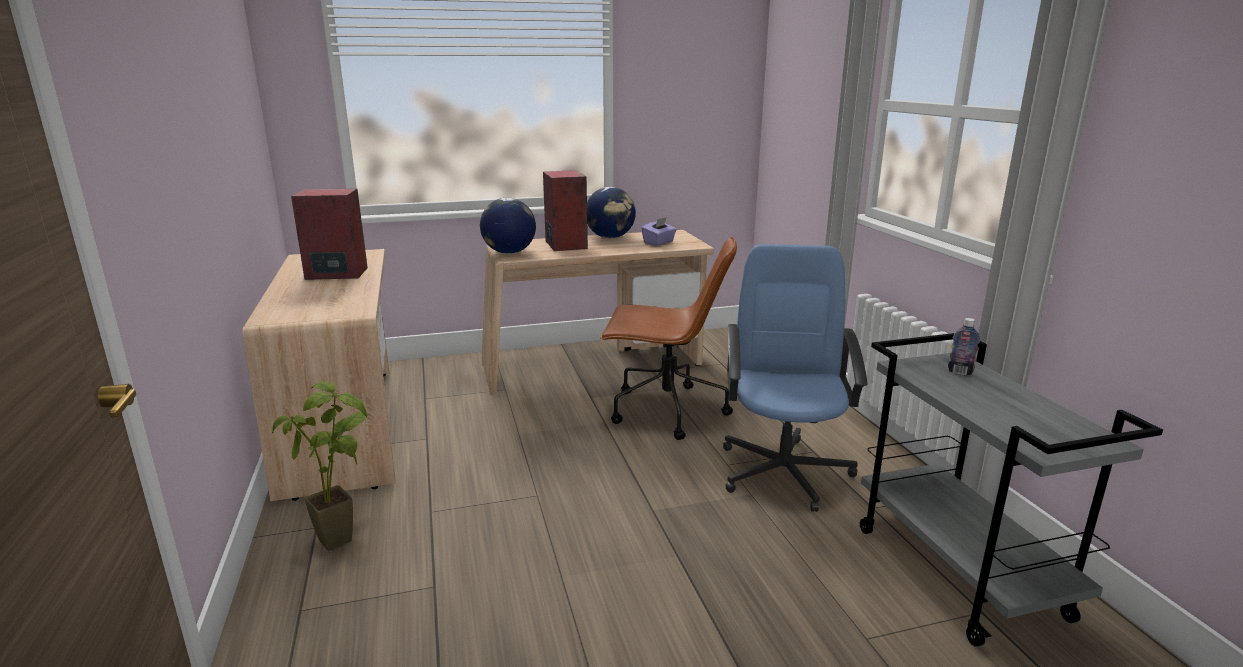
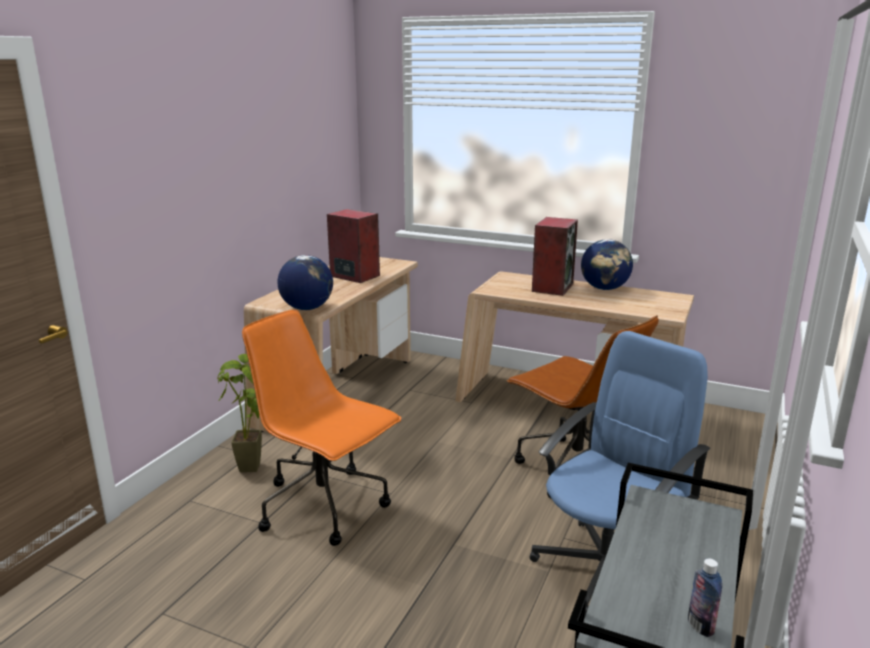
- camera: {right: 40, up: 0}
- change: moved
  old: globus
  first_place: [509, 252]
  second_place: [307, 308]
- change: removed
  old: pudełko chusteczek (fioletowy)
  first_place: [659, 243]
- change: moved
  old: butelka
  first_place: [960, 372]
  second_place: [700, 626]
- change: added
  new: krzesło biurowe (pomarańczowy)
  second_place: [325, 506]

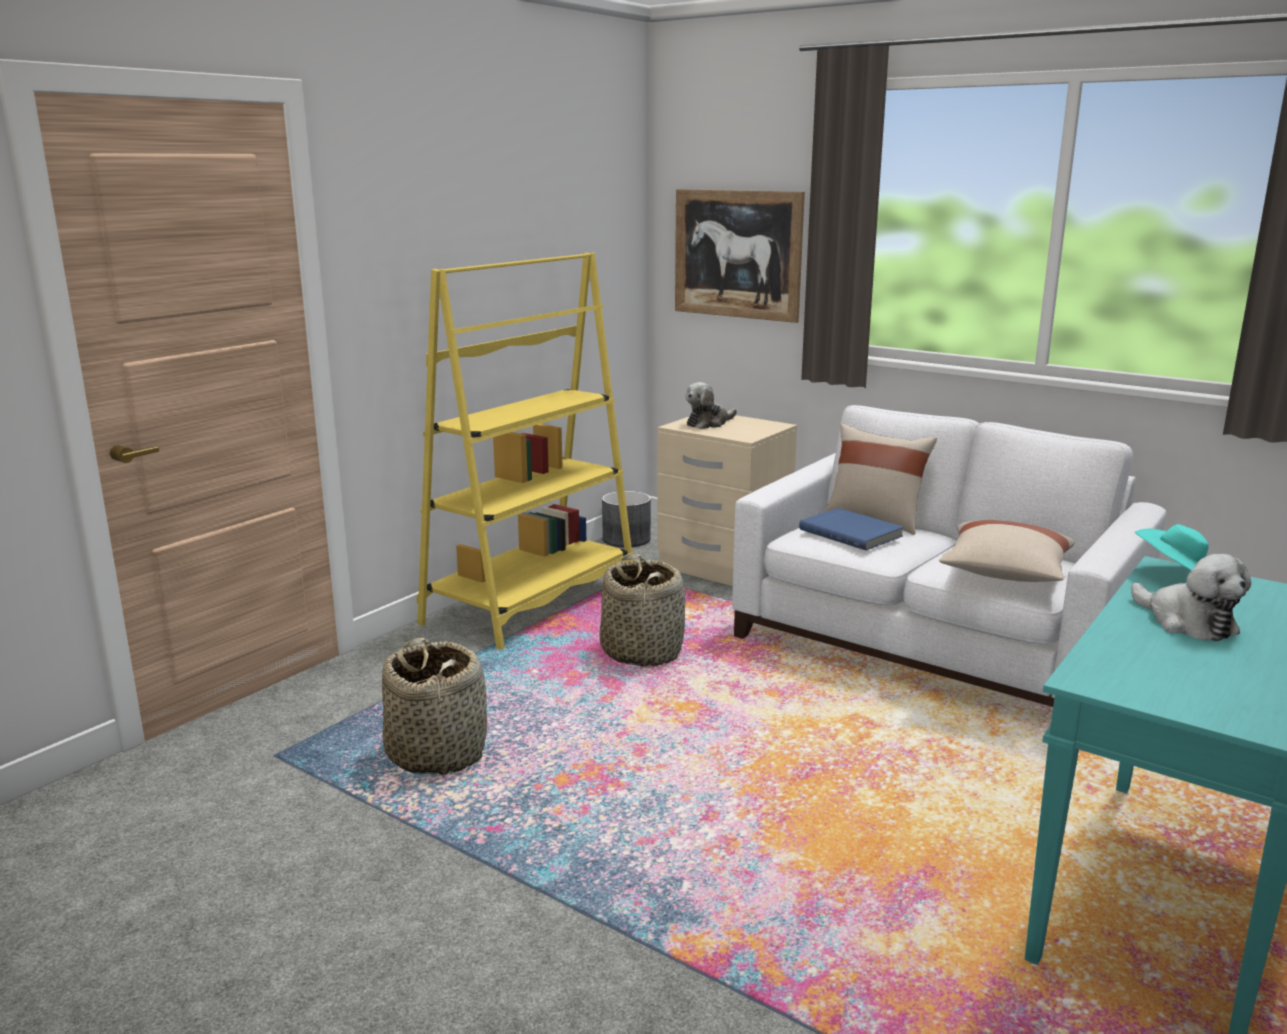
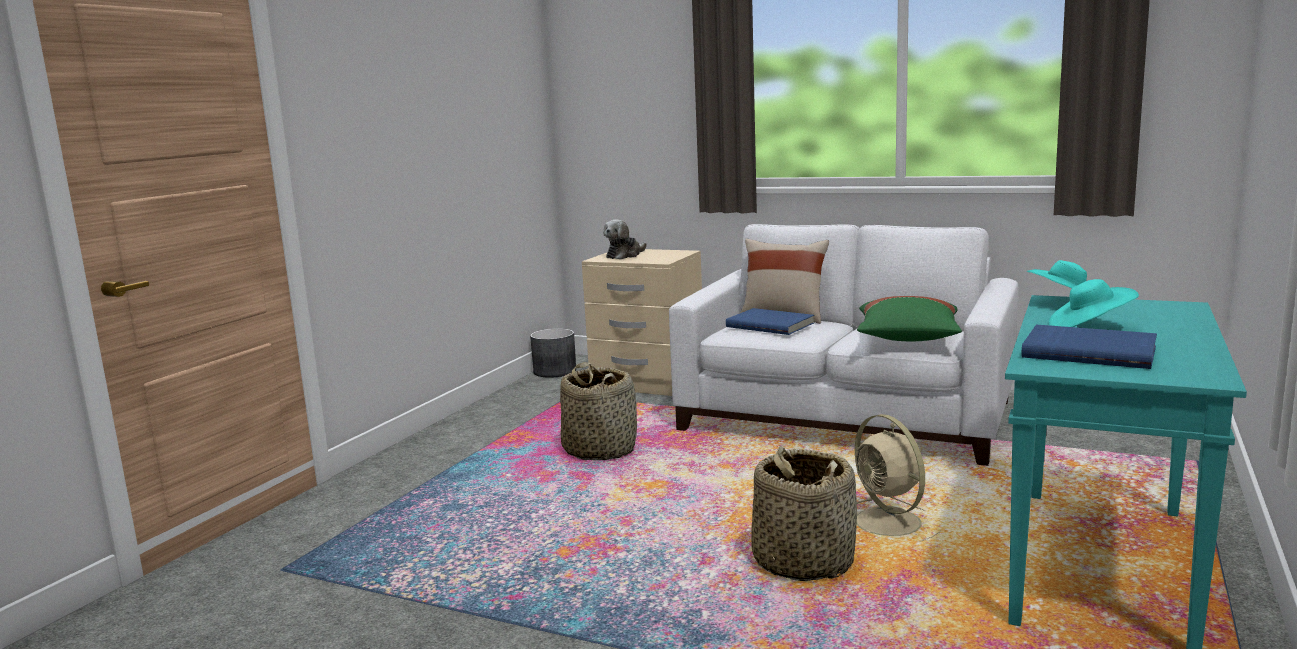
- camera: {right: -10, up: -5}
- change: removed
  old: obraz
  first_place: [737, 254]
- change: removed
  old: regał (żółty)
  first_place: [532, 602]
- change: recoloured
  old: poduszka (beżowy)
  new: poduszka (zielony)
  first_place: [1004, 574]
  second_place: [907, 339]
- change: replaced
  old: pluszak
  new: kapelusz (turkusowy)
  first_place: [1187, 622]
  second_place: [1089, 327]
- change: moved
  old: koszyk
  first_place: [437, 752]
  second_place: [802, 561]
- change: added
  new: książka (niebieski)
  second_place: [1089, 351]
- change: added
  new: wentylator (beżowy)
  second_place: [890, 524]

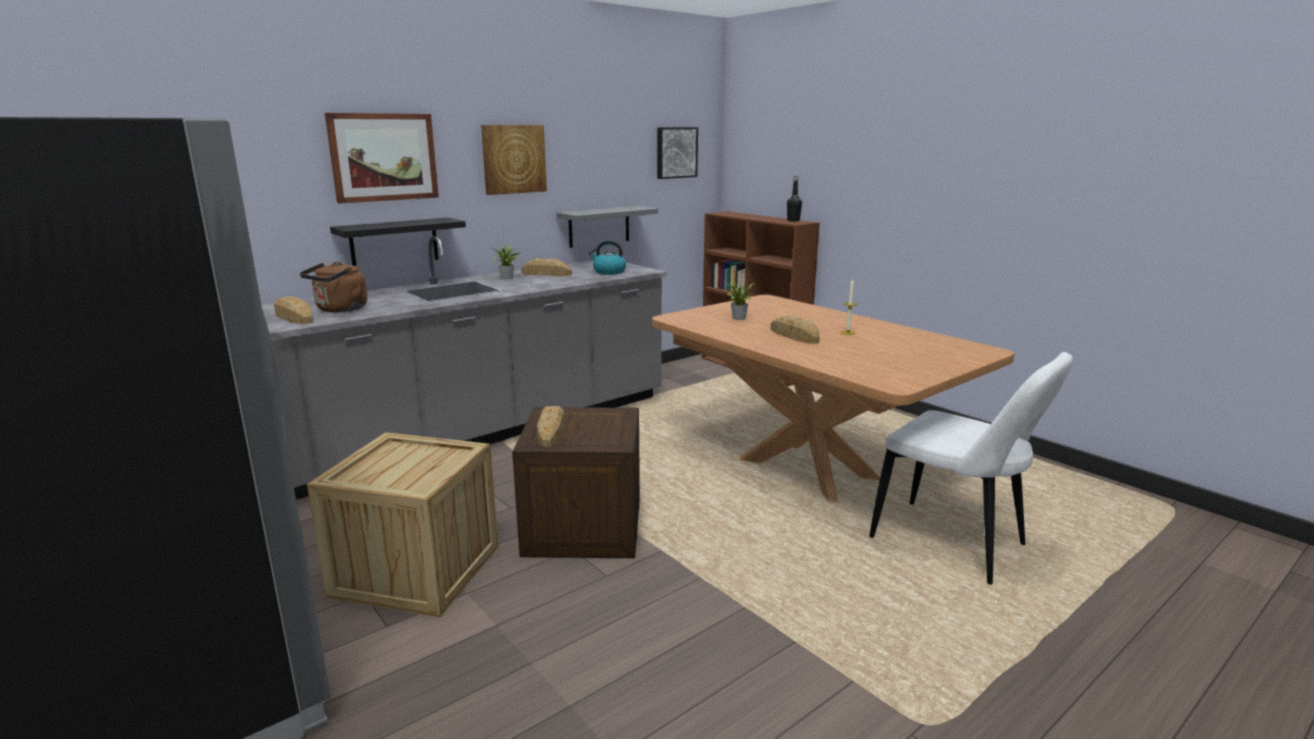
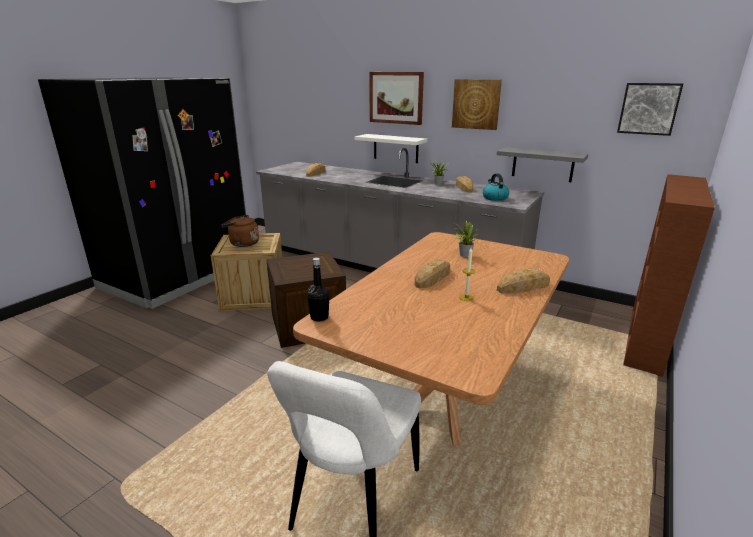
- camera: {right: 70, up: 5}
- change: moved
  old: butelka (czarny)
  first_place: [793, 221]
  second_place: [319, 317]
- change: recoloured
  old: półka (czarny)
  new: półka (biały)
  first_place: [394, 243]
  second_place: [395, 148]
- change: moved
  old: czajnik (brązowy)
  first_place: [340, 310]
  second_place: [242, 243]
- change: moved
  old: chleb
  first_place: [551, 431]
  second_place: [523, 287]

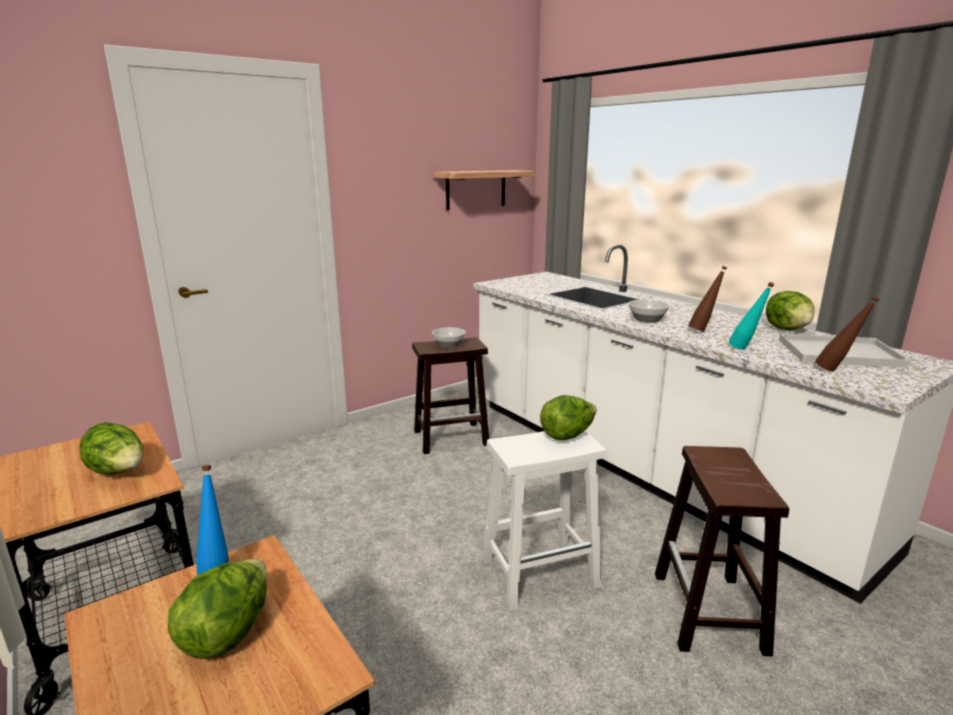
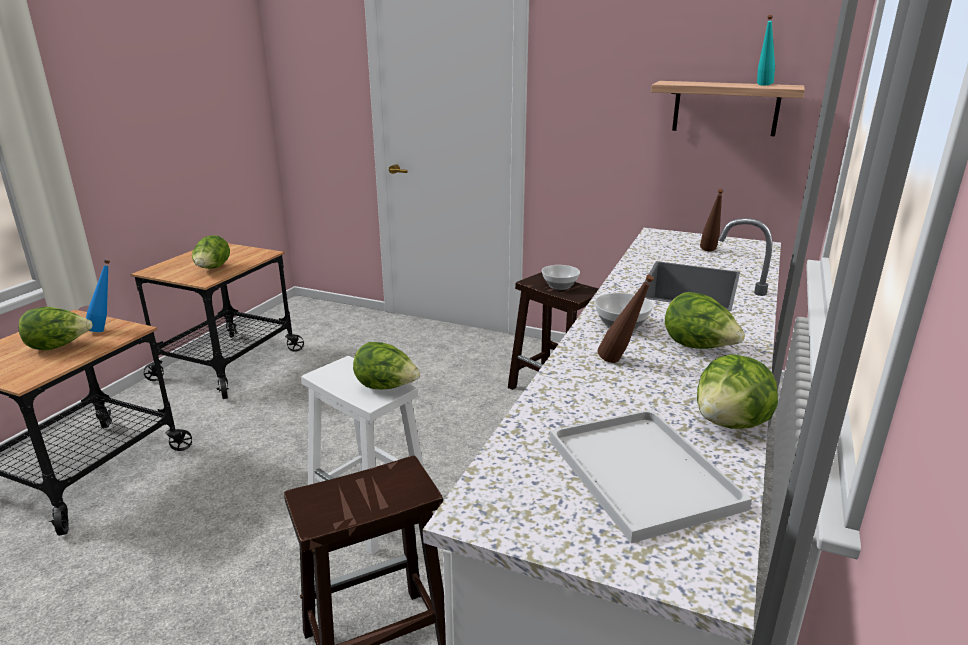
- camera: {right: 60, up: 5}
- change: moved
  old: butelka (turkusowy)
  first_place: [745, 350]
  second_place: [762, 85]
- change: moved
  old: butelka (brązowy)
  first_place: [837, 371]
  second_place: [709, 252]
- change: added
  new: sałata
  second_place: [699, 347]

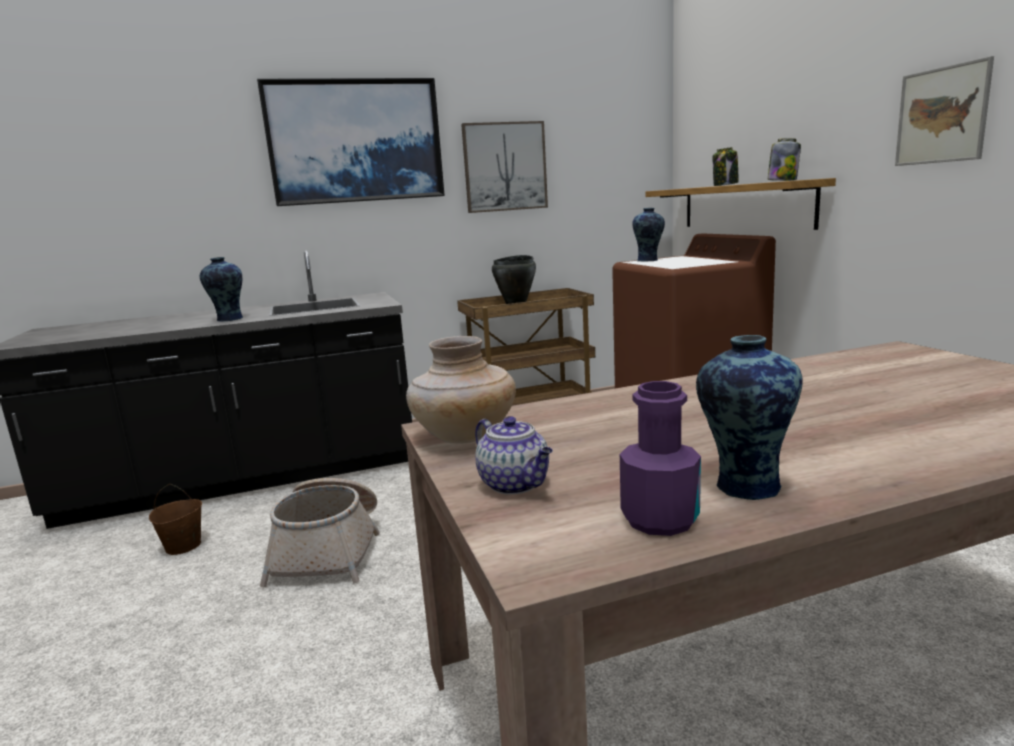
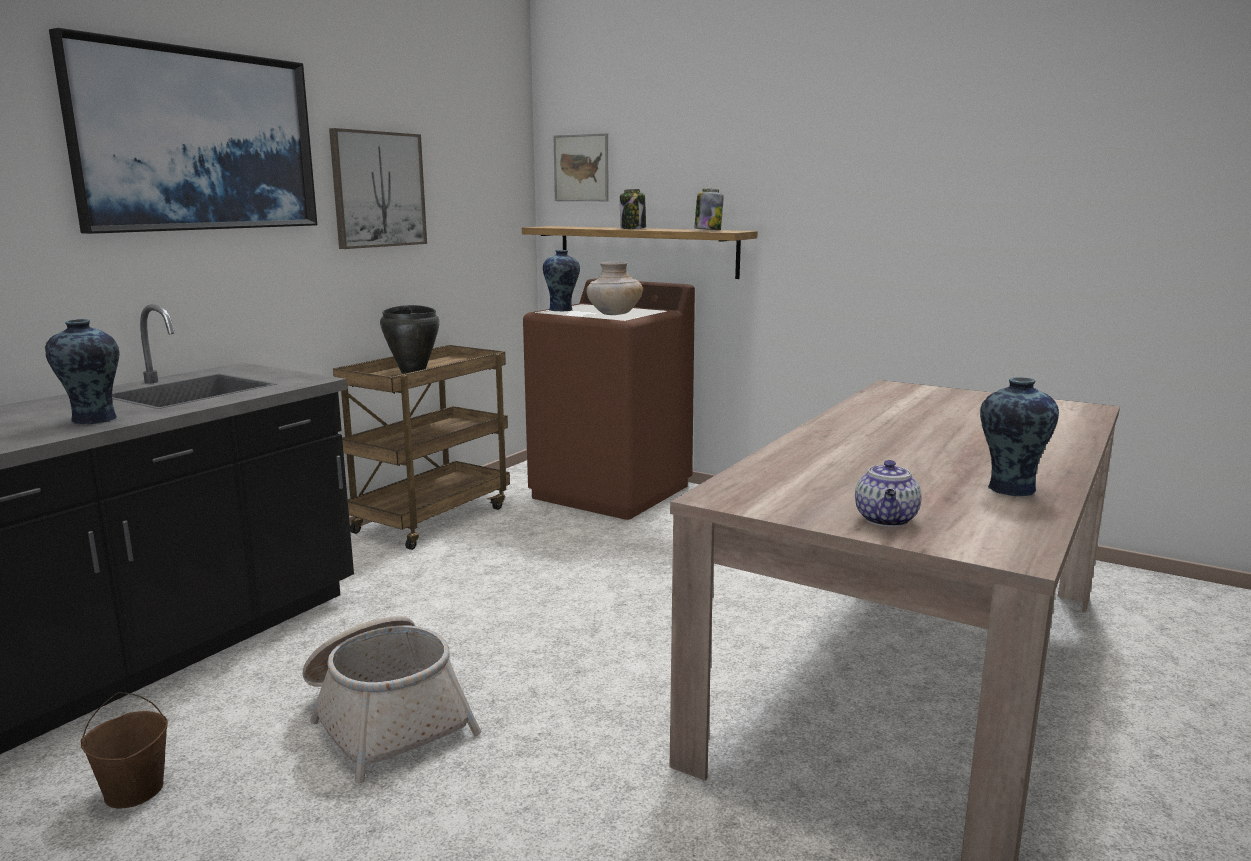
- camera: {right: -40, up: 0}
- change: moved
  old: obraz
  first_place: [942, 115]
  second_place: [581, 168]
- change: moved
  old: wazon (beżowy)
  first_place: [464, 436]
  second_place: [614, 314]
- change: removed
  old: butelka (fioletowy)
  first_place: [659, 519]
- change: turned
  old: imbryk
  first_place: [516, 484]
  second_place: [886, 520]
  degrees: 90

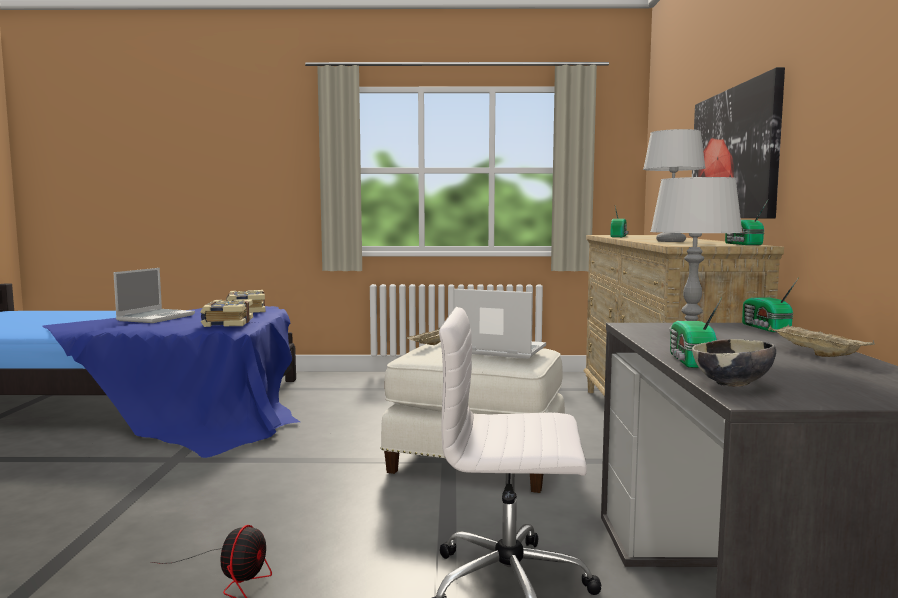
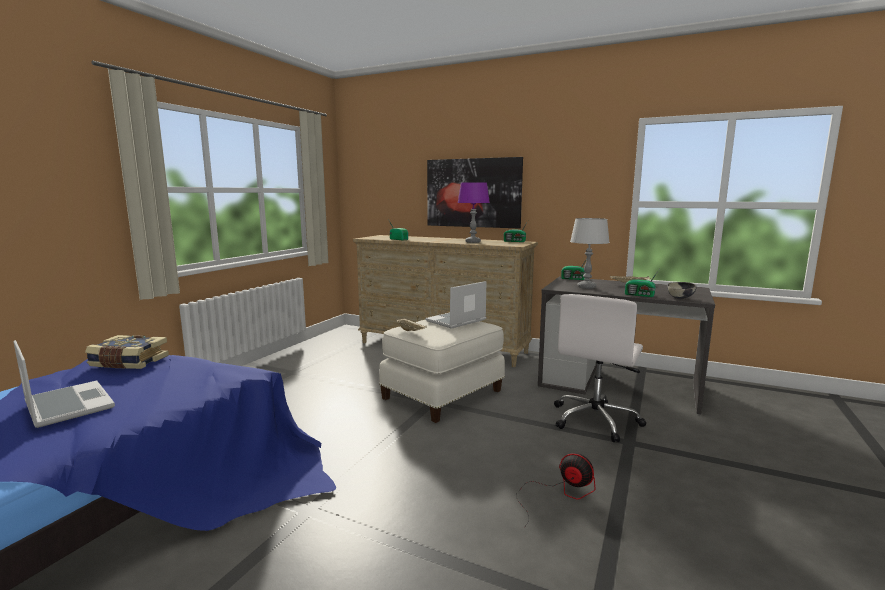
- camera: {right: -65, up: 5}
- change: recoloured
  old: lampa stołowa (szary)
  new: lampa stołowa (fioletowy)
  first_place: [671, 241]
  second_place: [473, 242]
- change: removed
  old: książka
  first_place: [226, 323]

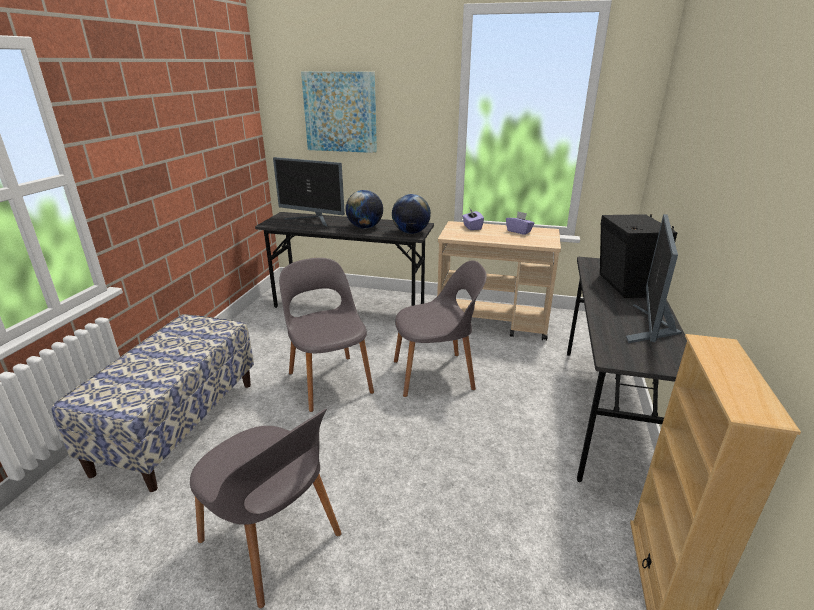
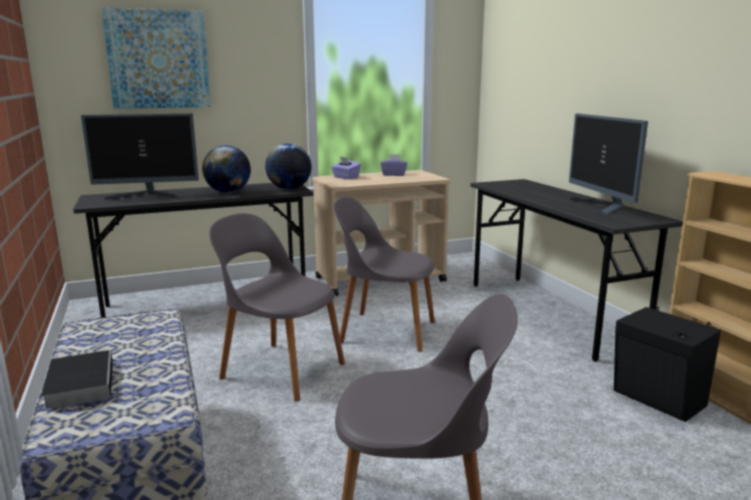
- camera: {right: -35, up: -10}
- change: moved
  old: głośnik (czarny)
  first_place: [625, 285]
  second_place: [658, 400]
- change: turned
  old: krzesło (szary)
  first_place: [436, 374]
  second_place: [385, 331]
  degrees: -120
- change: added
  new: książka
  second_place: [80, 383]

